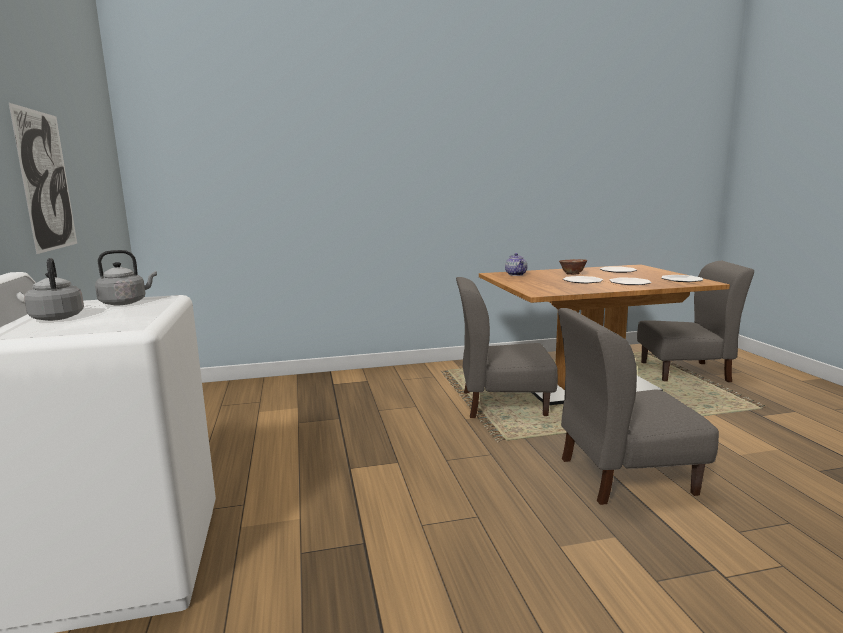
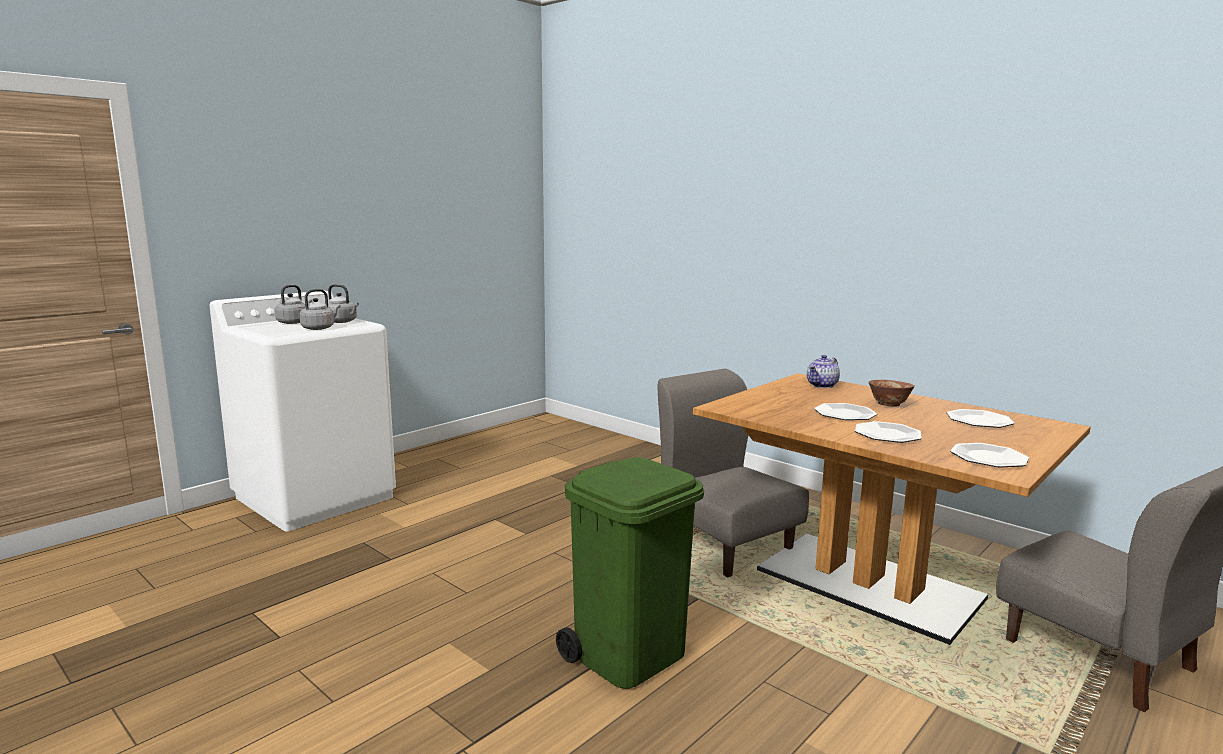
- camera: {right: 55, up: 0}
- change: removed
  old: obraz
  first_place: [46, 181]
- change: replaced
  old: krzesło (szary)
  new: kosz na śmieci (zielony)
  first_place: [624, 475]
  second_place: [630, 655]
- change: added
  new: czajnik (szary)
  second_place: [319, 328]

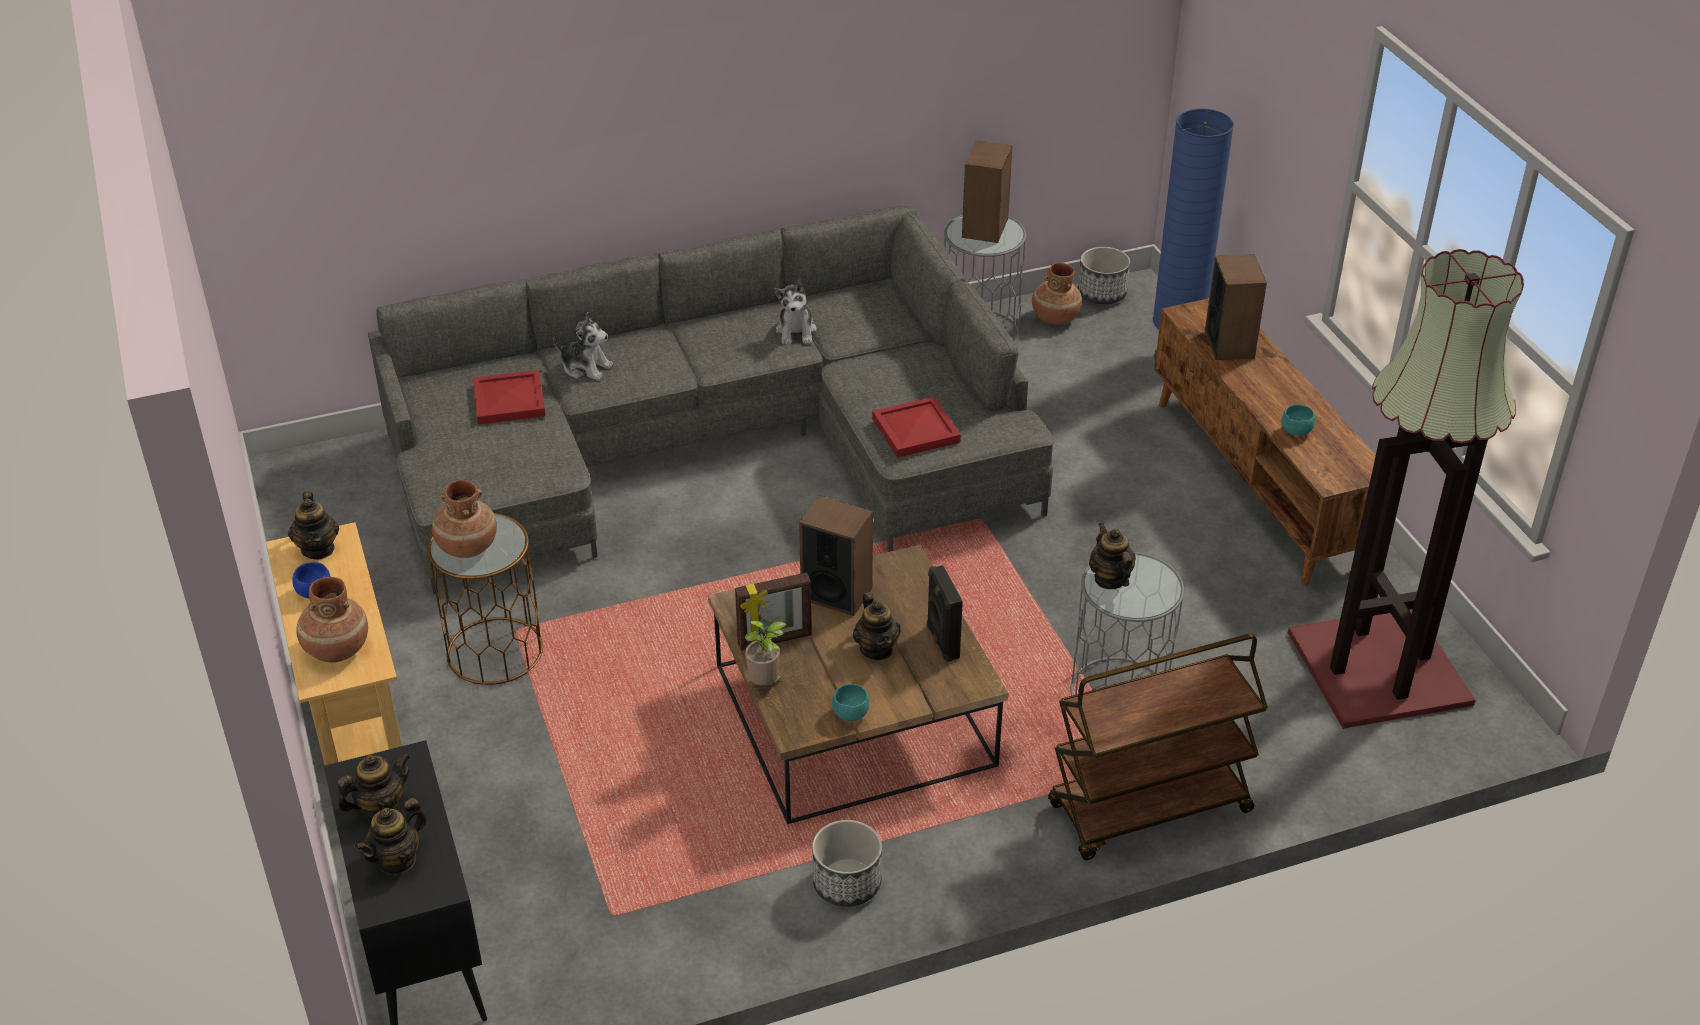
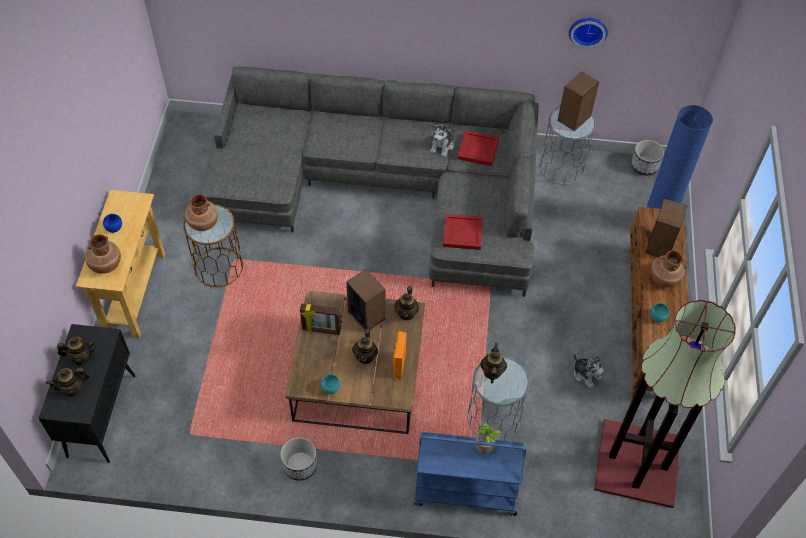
- camera: {right: 25, up: 15}
- change: moved
  old: wazon (brązowy)
  first_place: [1054, 318]
  second_place: [663, 278]
- change: moved
  old: pluszak
  first_place: [586, 367]
  second_place: [586, 374]
- change: moved
  old: taca (czerwony)
  first_place: [510, 399]
  second_place: [478, 149]
- change: moved
  old: imbryk
  first_place: [318, 549]
  second_place: [406, 313]
- change: recoloured
  old: głośnik (czarny)
  new: głośnik (pomarańczowy)
  first_place: [941, 642]
  second_place: [398, 365]
- change: moved
  old: roślina doniczkowa
  first_place: [766, 684]
  second_place: [485, 449]
- change: recoloured
  old: wózek (brązowy)
  new: wózek (niebieski)
  first_place: [1149, 810]
  second_place: [465, 491]
- change: added
  new: zegar ścienny
  second_place: [588, 30]

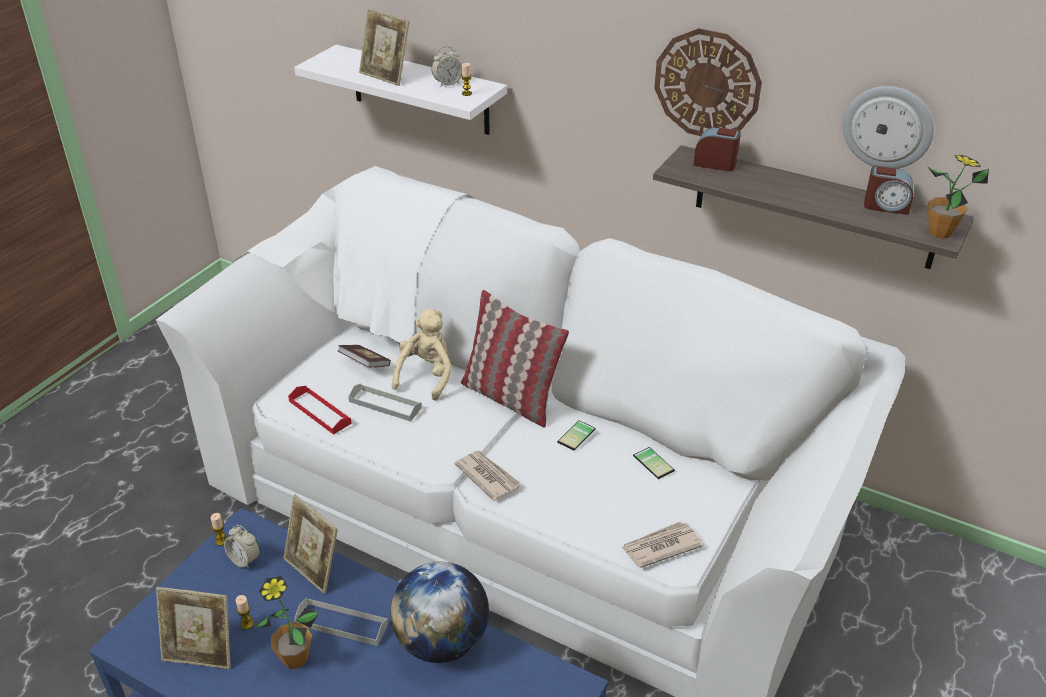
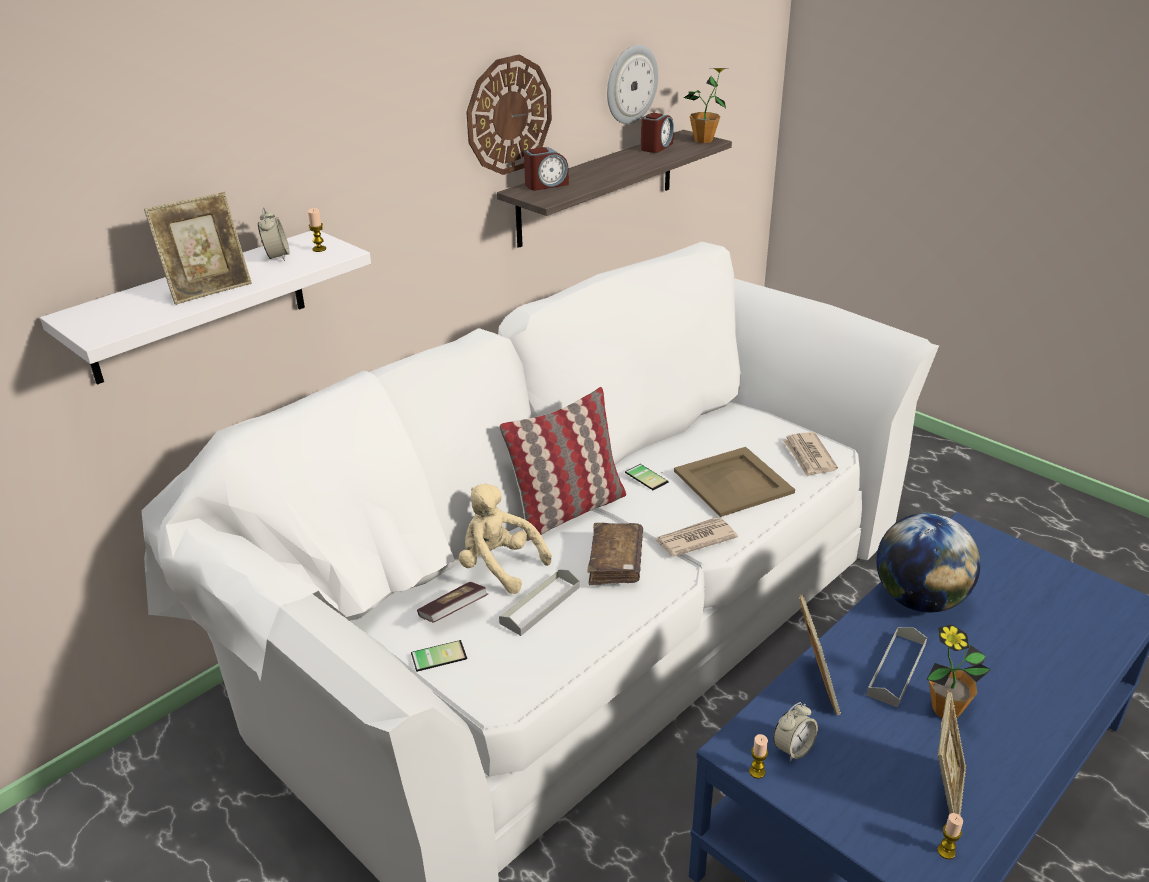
- camera: {right: -75, up: -5}
- change: turned
  old: budzik
  first_place: [715, 163]
  second_place: [546, 185]
  degrees: -150
- change: removed
  old: taca (czerwony)
  first_place: [319, 412]
- change: moved
  old: telefon
  first_place: [655, 462]
  second_place: [438, 654]
- change: turned
  old: ramka na zdjęcie
  first_place: [314, 569]
  second_place: [814, 686]
  degrees: -60
- change: moved
  old: świeca
  first_place: [247, 624]
  second_place: [946, 851]
- change: added
  new: taca (beżowy)
  second_place: [732, 481]
- change: added
  new: książka (brązowy)
  second_place: [615, 562]

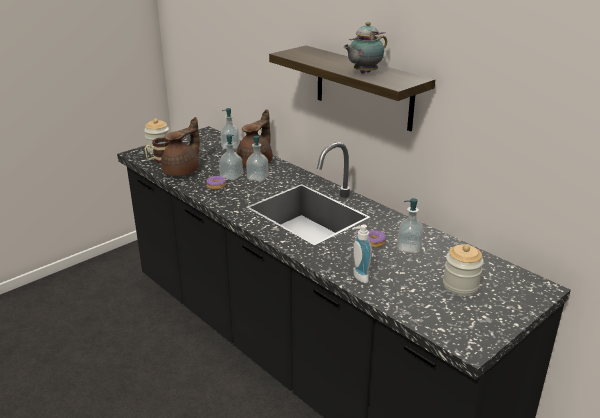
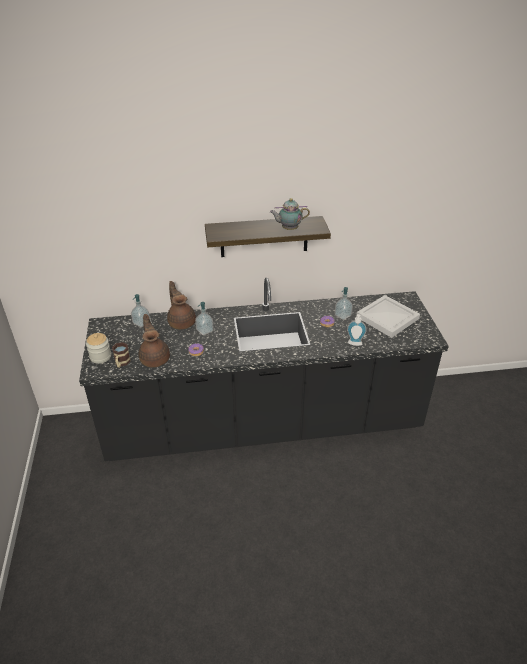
- camera: {right: -55, up: 10}
- change: turned
  old: imbryk
  first_place: [363, 73]
  second_place: [288, 229]
  degrees: 90
- change: removed
  old: dozownik mydła
  first_place: [231, 176]
- change: replaced
  old: słoik
  new: taca (biały)
  first_place: [460, 286]
  second_place: [388, 318]

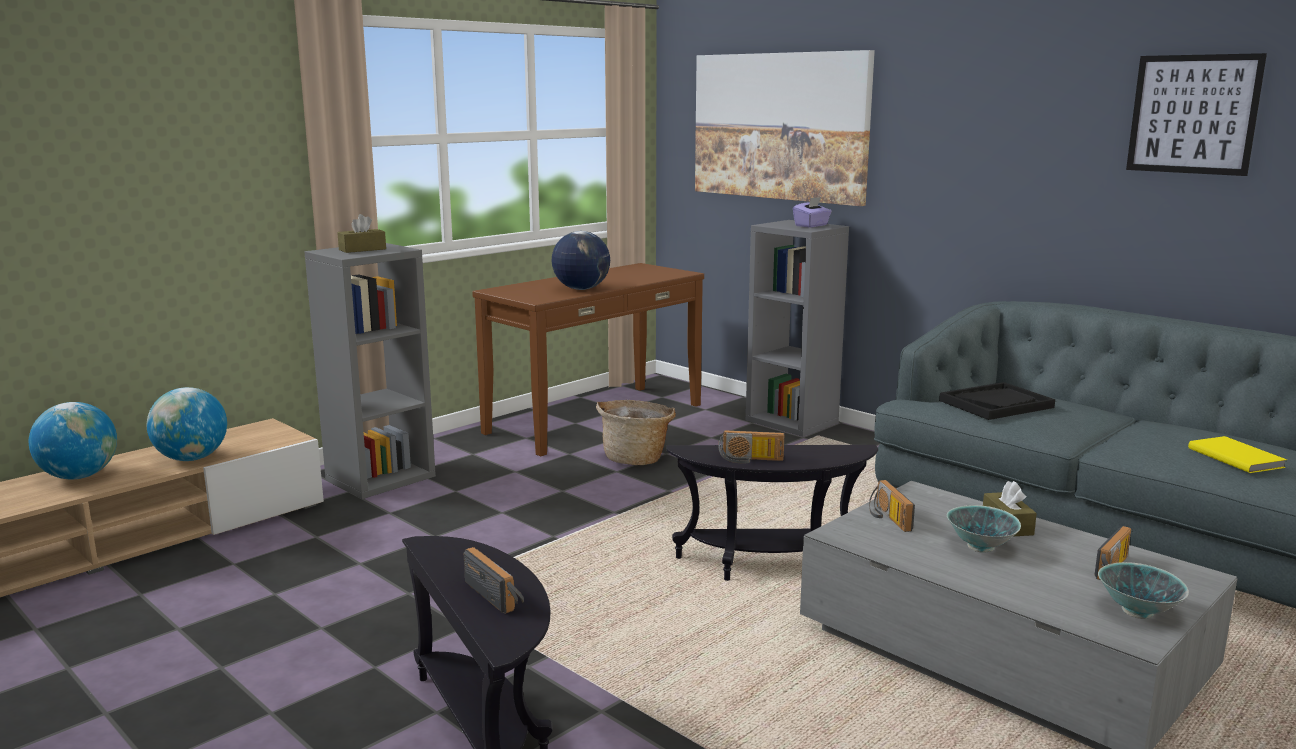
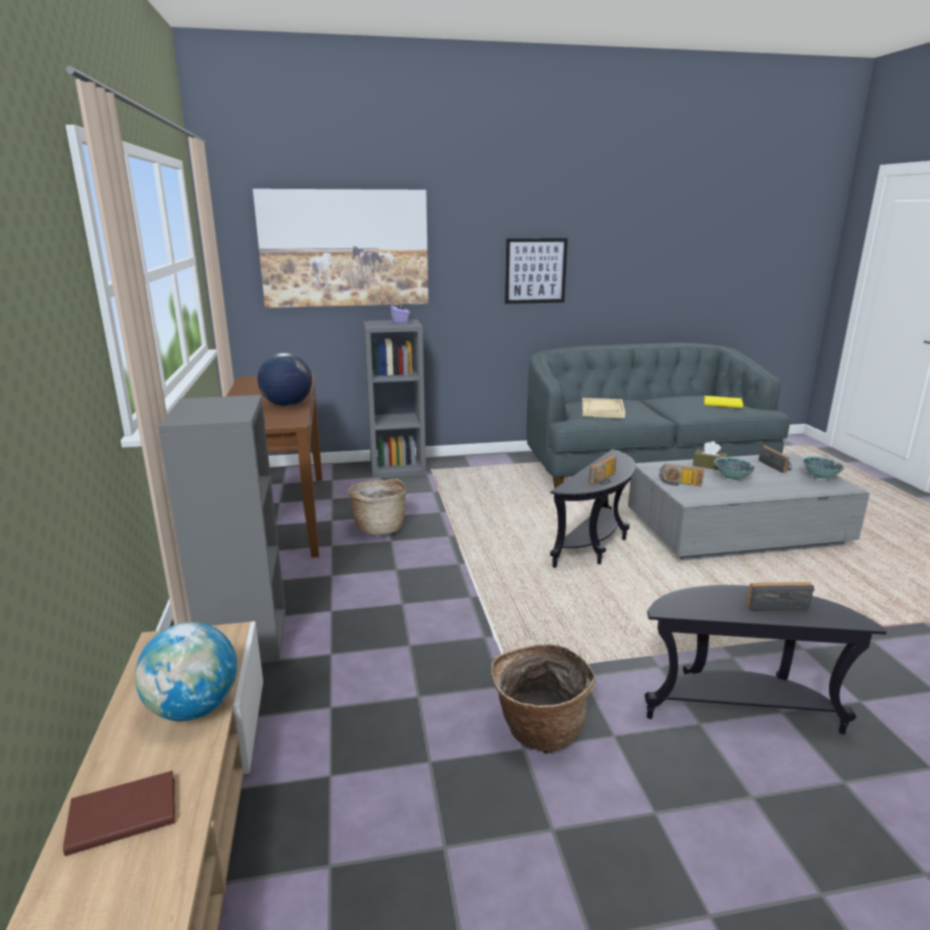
- camera: {right: -55, up: 5}
- change: moved
  old: obraz
  first_place: [1193, 114]
  second_place: [535, 271]
- change: removed
  old: pudełko chusteczek (brązowy)
  first_place: [362, 249]
- change: recoloured
  old: taca (czarny)
  new: taca (beżowy)
  first_place: [996, 404]
  second_place: [602, 410]
- change: replaced
  old: globus
  new: książka (brązowy)
  first_place: [79, 476]
  second_place: [121, 813]
- change: added
  new: koszyk
  second_place: [538, 730]

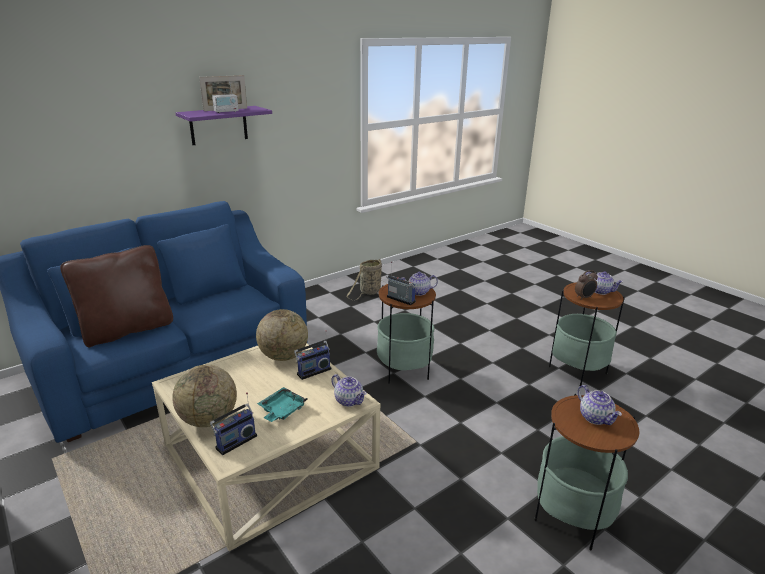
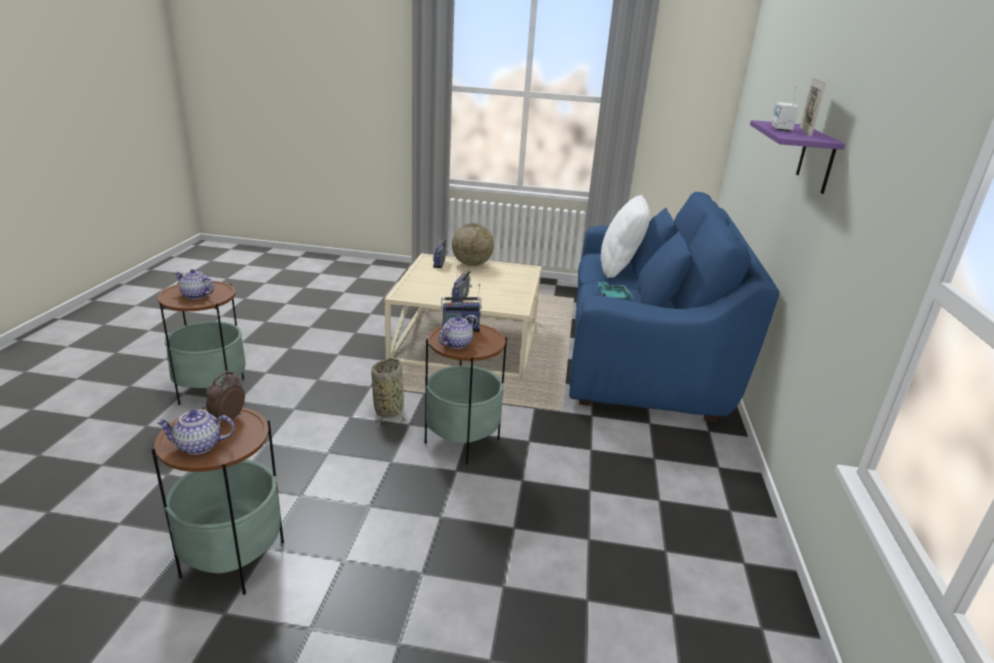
- camera: {right: 135, up: 0}
- change: recoloured
  old: poduszka (brązowy)
  new: poduszka (biały)
  first_place: [127, 330]
  second_place: [619, 269]
- change: moved
  old: koszyk
  first_place: [369, 292]
  second_place: [389, 409]
- change: removed
  old: globus
  first_place: [283, 356]
- change: removed
  old: imbryk
  first_place: [349, 400]
- change: moved
  old: taca (turkusowy)
  first_place: [281, 410]
  second_place: [613, 297]

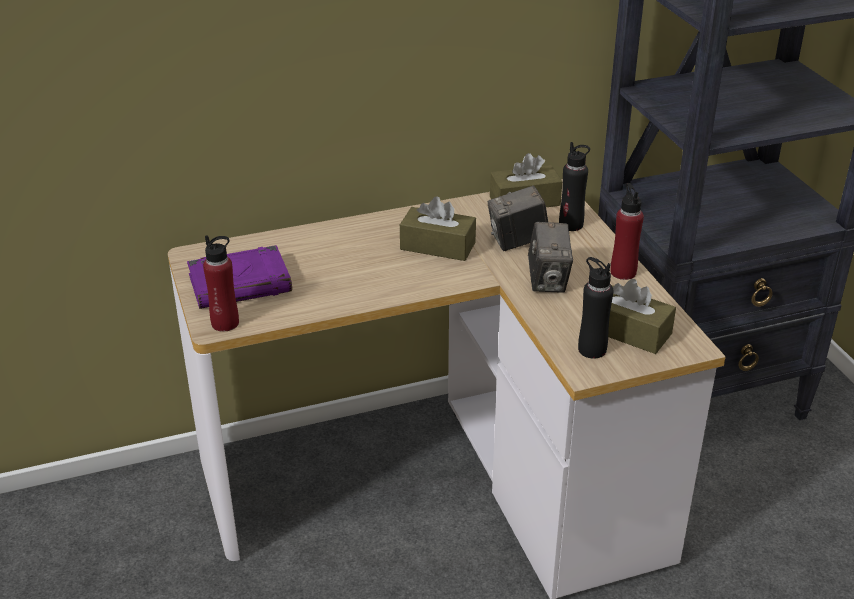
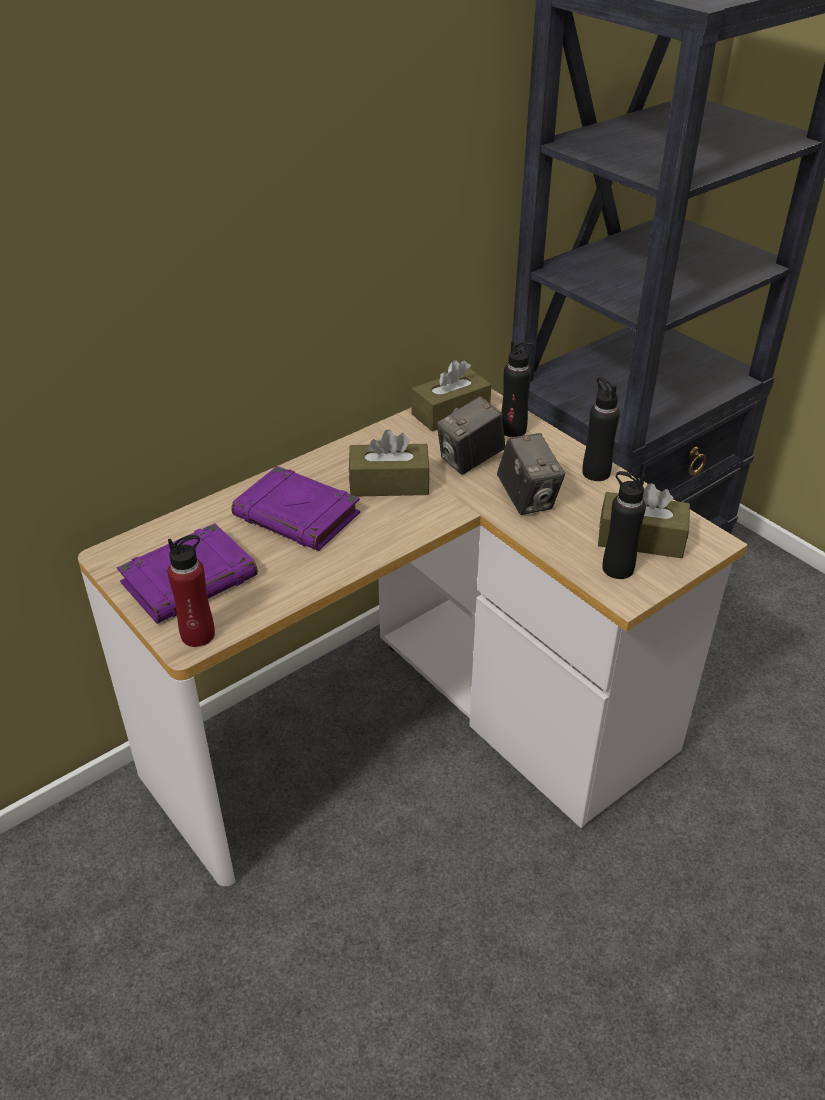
- camera: {right: -20, up: 5}
- change: recoloured
  old: butelka (czerwony)
  new: butelka (czarny)
  first_place: [623, 272]
  second_place: [596, 473]
- change: added
  new: książka (fioletowy)
  second_place: [298, 515]

